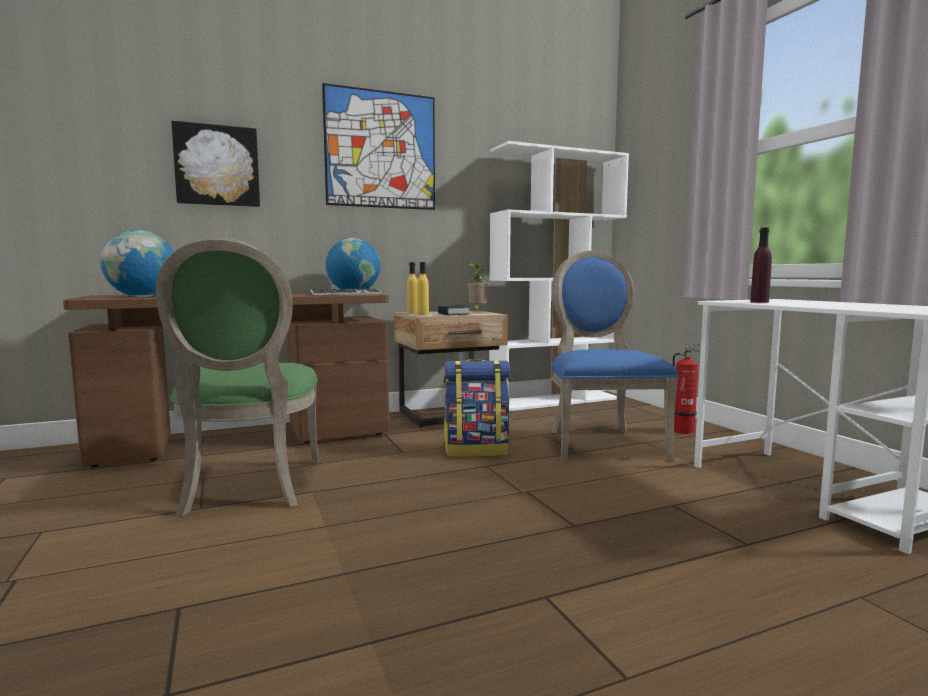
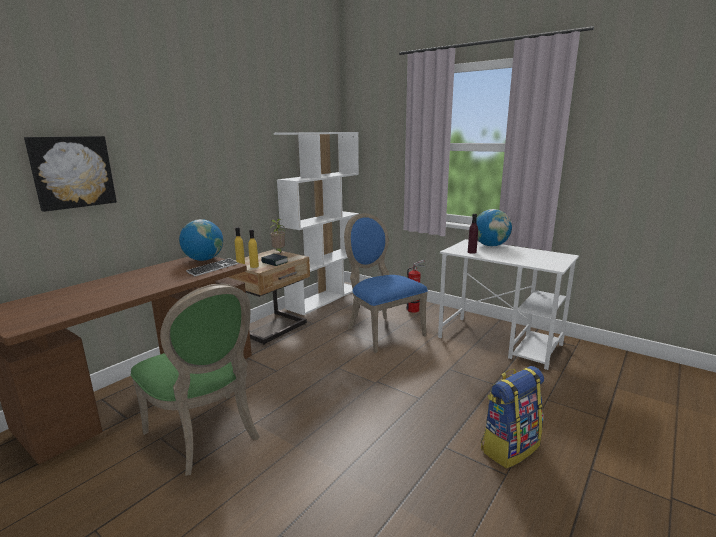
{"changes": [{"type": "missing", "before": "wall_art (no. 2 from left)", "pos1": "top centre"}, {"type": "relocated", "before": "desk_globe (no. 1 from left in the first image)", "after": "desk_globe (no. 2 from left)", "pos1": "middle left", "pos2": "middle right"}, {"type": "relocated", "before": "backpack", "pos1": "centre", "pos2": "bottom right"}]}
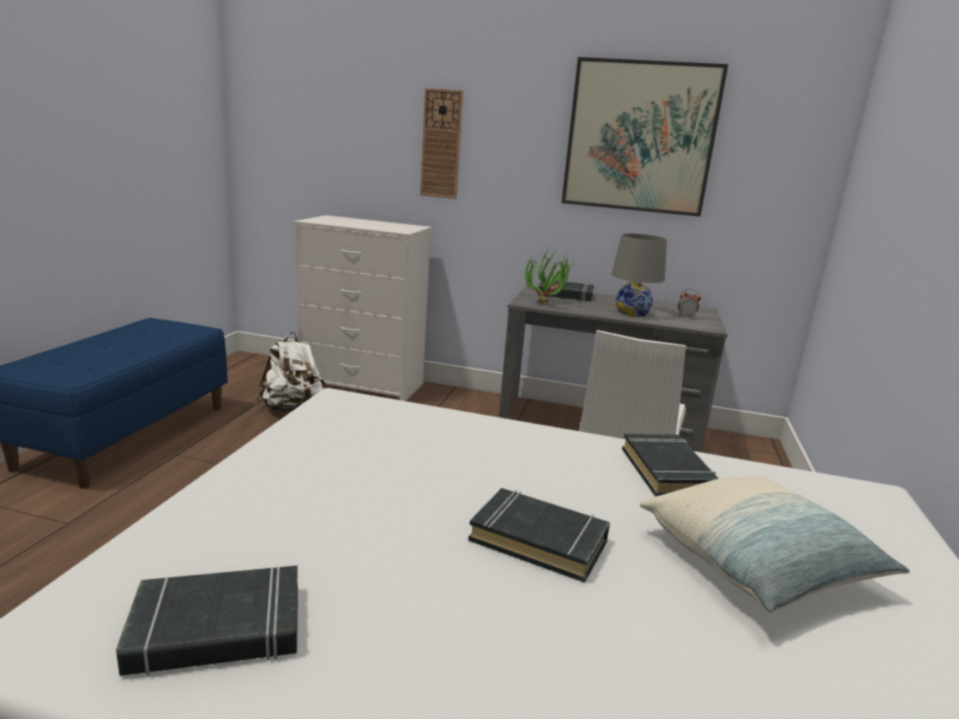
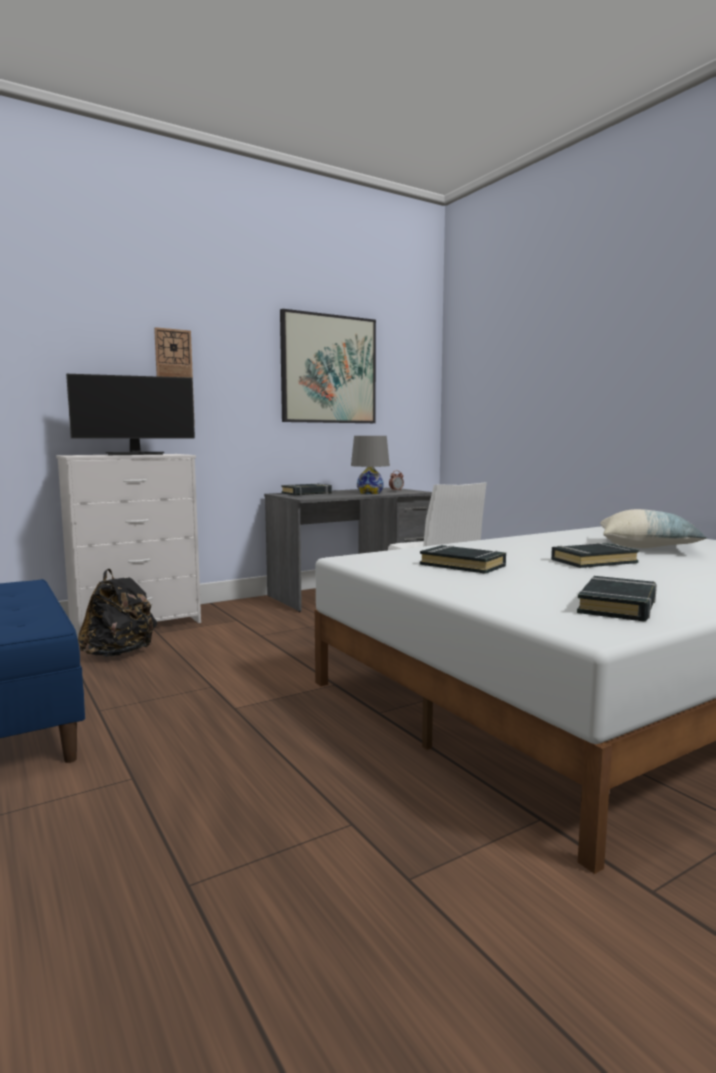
{"changes": [{"type": "missing", "before": "houseplant", "pos1": "centre"}, {"type": "appeared", "after": "computer_screen", "pos2": "middle left"}, {"type": "relocated", "before": "black_bound_book (no. 4 from left in the first image)", "after": "black_bound_book (no. 2 from left)", "pos1": "middle right", "pos2": "centre"}, {"type": "colour", "before": "white-coloured_backpack", "after": "black_backpack", "pos1": "middle left", "pos2": "middle left"}]}
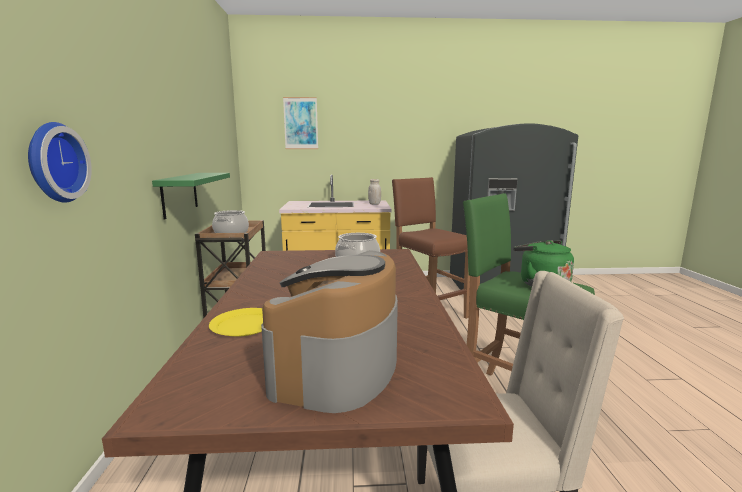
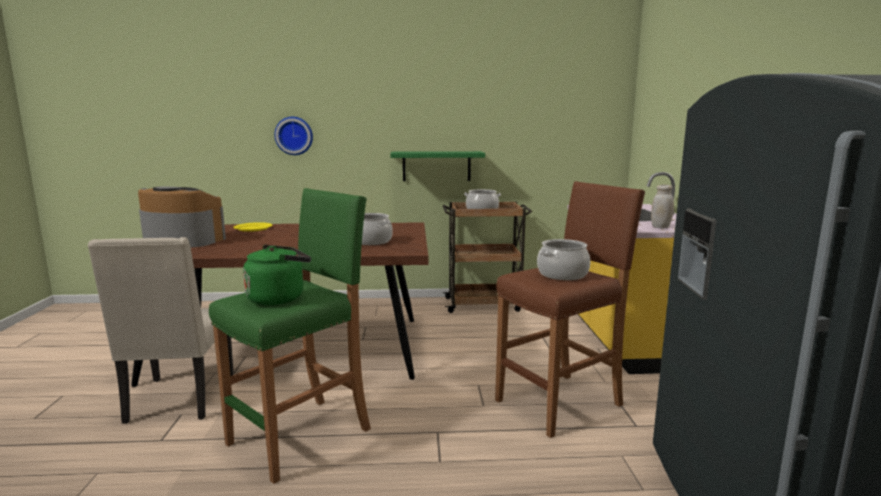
{"changes": [{"type": "missing", "before": "wall_art", "pos1": "top centre"}, {"type": "appeared", "after": "cooking_pot (no. 3 from left)", "pos2": "centre"}]}
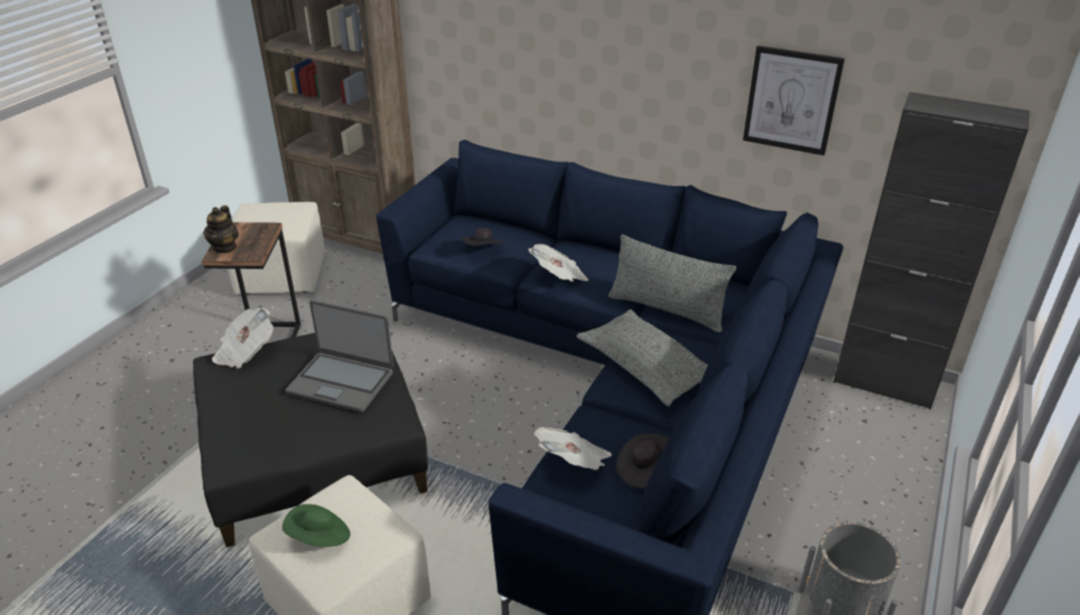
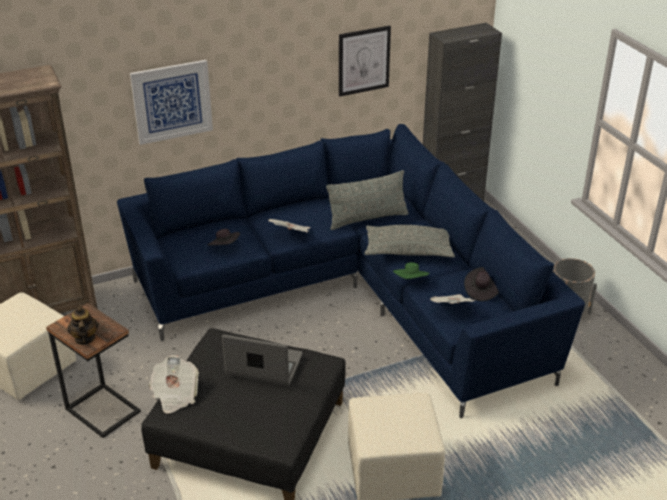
{"changes": [{"type": "appeared", "after": "wall_art (no. 1 from left)", "pos2": "top left"}, {"type": "relocated", "before": "green_clothing_hat", "pos1": "bottom left", "pos2": "centre"}, {"type": "spun", "before": "pot_for_tea", "pos1": "middle left", "pos2": "middle left", "turn": -150}, {"type": "spun", "before": "laptop", "pos1": "middle left", "pos2": "bottom centre", "turn": -135}]}
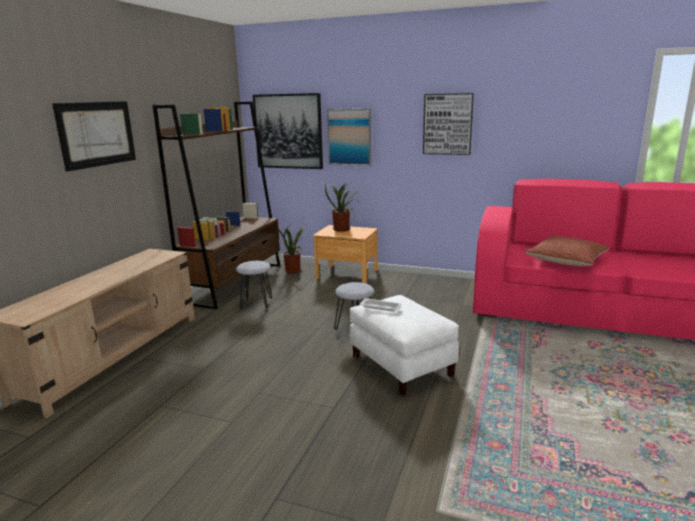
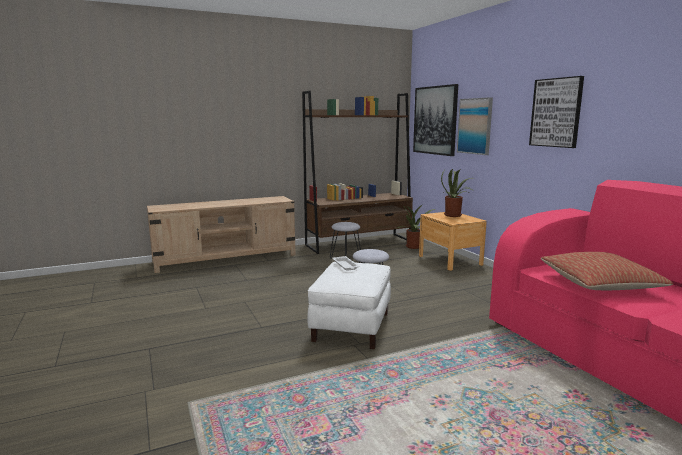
{"changes": [{"type": "missing", "before": "wall_art (no. 1 from left)", "pos1": "top left"}]}
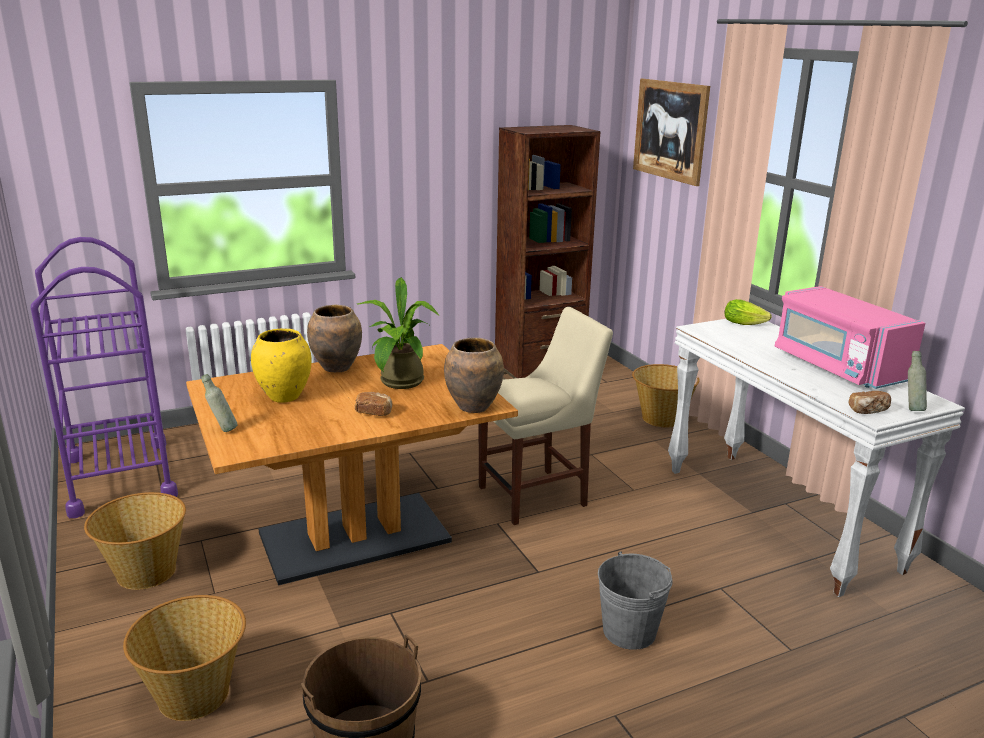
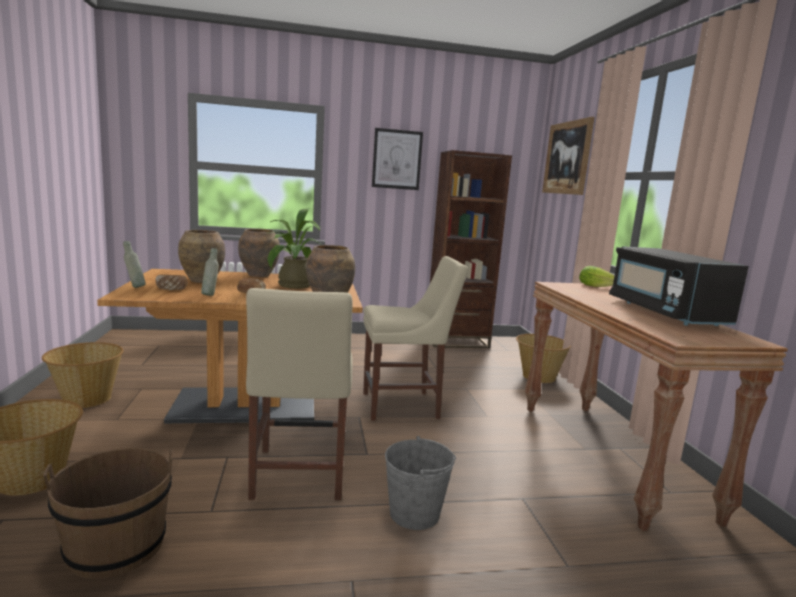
{"changes": [{"type": "missing", "before": "purple_cart", "pos1": "middle left"}, {"type": "appeared", "after": "beige_chair (no. 1 from left)", "pos2": "centre"}, {"type": "appeared", "after": "wall_art (no. 1 from left)", "pos2": "top centre"}, {"type": "relocated", "before": "bakery_bread (no. 2 from left in the first image)", "after": "bakery_bread (no. 1 from left)", "pos1": "middle right", "pos2": "middle left"}, {"type": "relocated", "before": "gray_beverage_bottle (no. 2 from left)", "pos1": "middle right", "pos2": "middle left"}, {"type": "colour", "before": "yellowish_vase", "after": "brownish_vase (no. 1 from left)", "pos1": "middle left", "pos2": "middle left"}, {"type": "colour", "before": "white-coloured_narrow_table", "after": "brownish_narrow_table", "pos1": "middle right", "pos2": "bottom right"}, {"type": "colour", "before": "pink_microwave_oven", "after": "black_microwave_oven", "pos1": "middle right", "pos2": "middle right"}]}
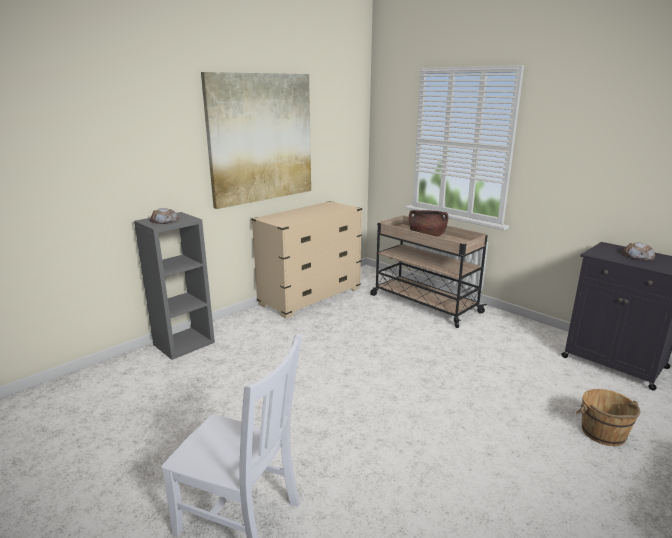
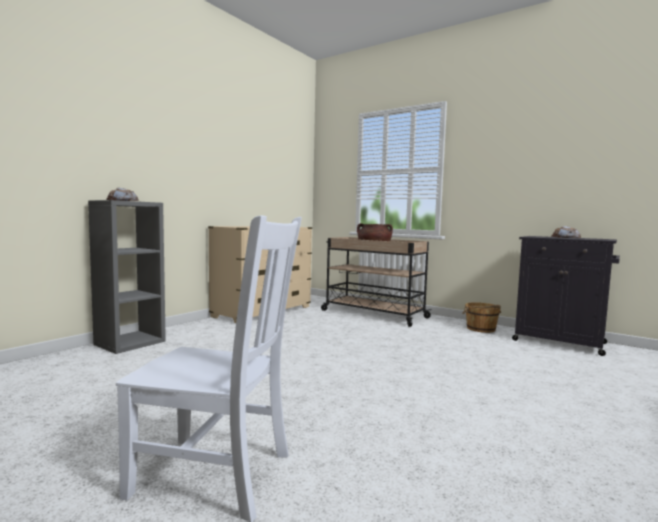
{"changes": [{"type": "missing", "before": "wall_art", "pos1": "top centre"}, {"type": "relocated", "before": "brownish_water_bucket", "pos1": "bottom right", "pos2": "middle right"}]}
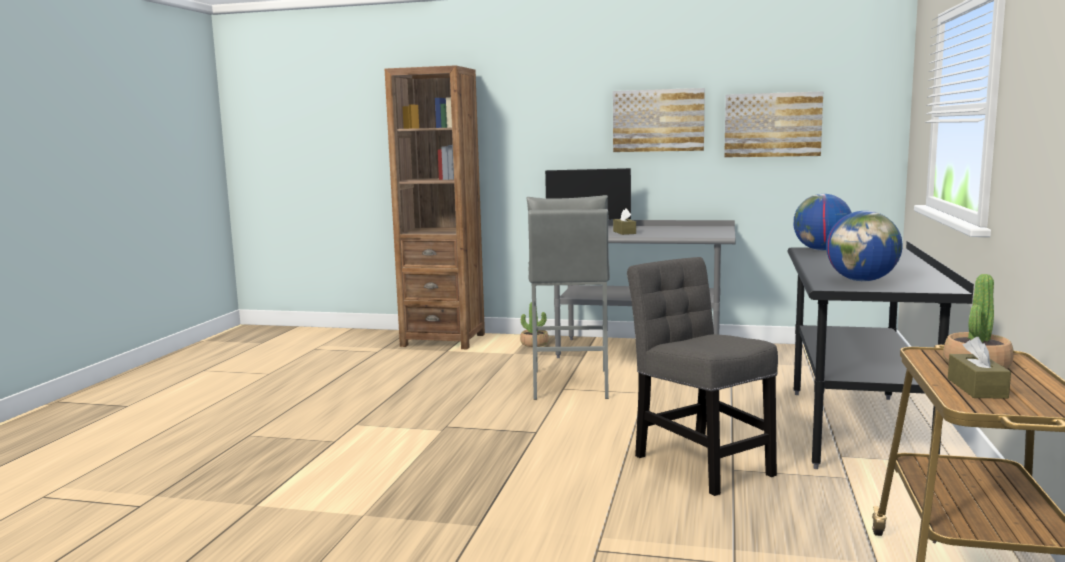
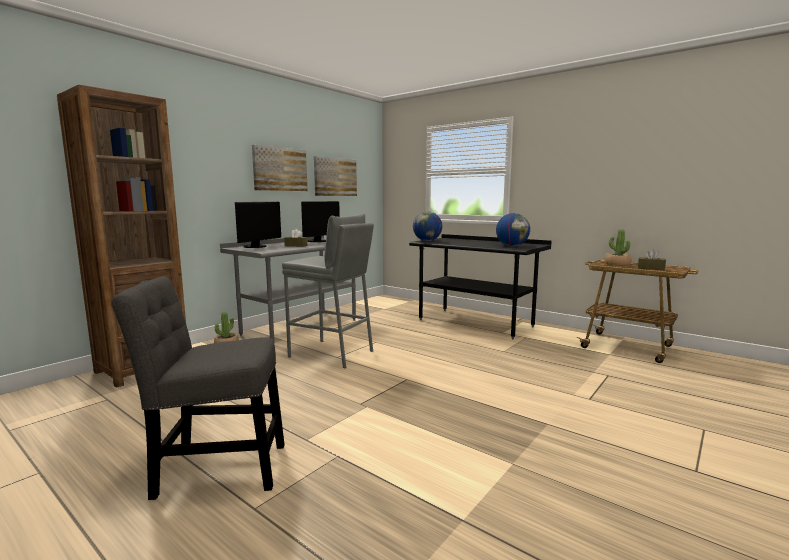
{"changes": [{"type": "appeared", "after": "computer_screen (no. 2 from left)", "pos2": "centre"}, {"type": "relocated", "before": "gray_chair", "pos1": "bottom centre", "pos2": "bottom left"}]}
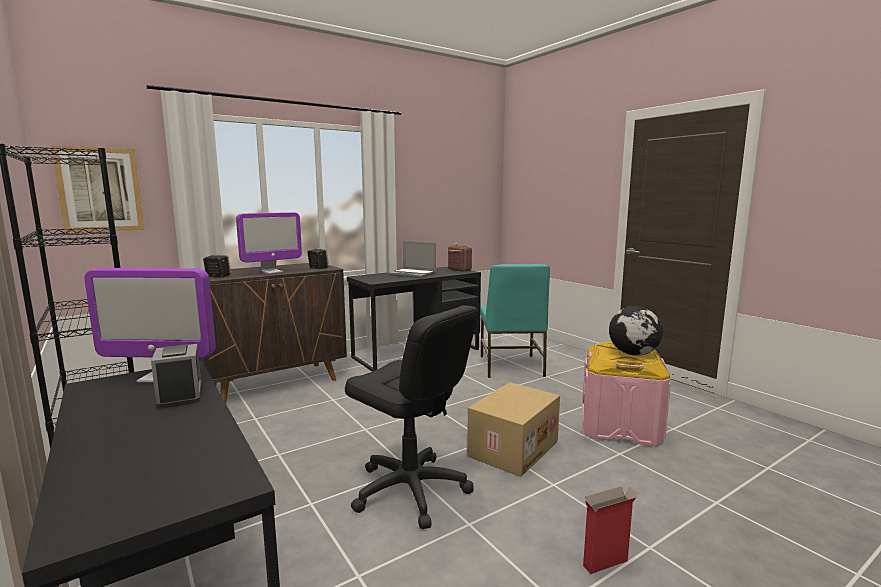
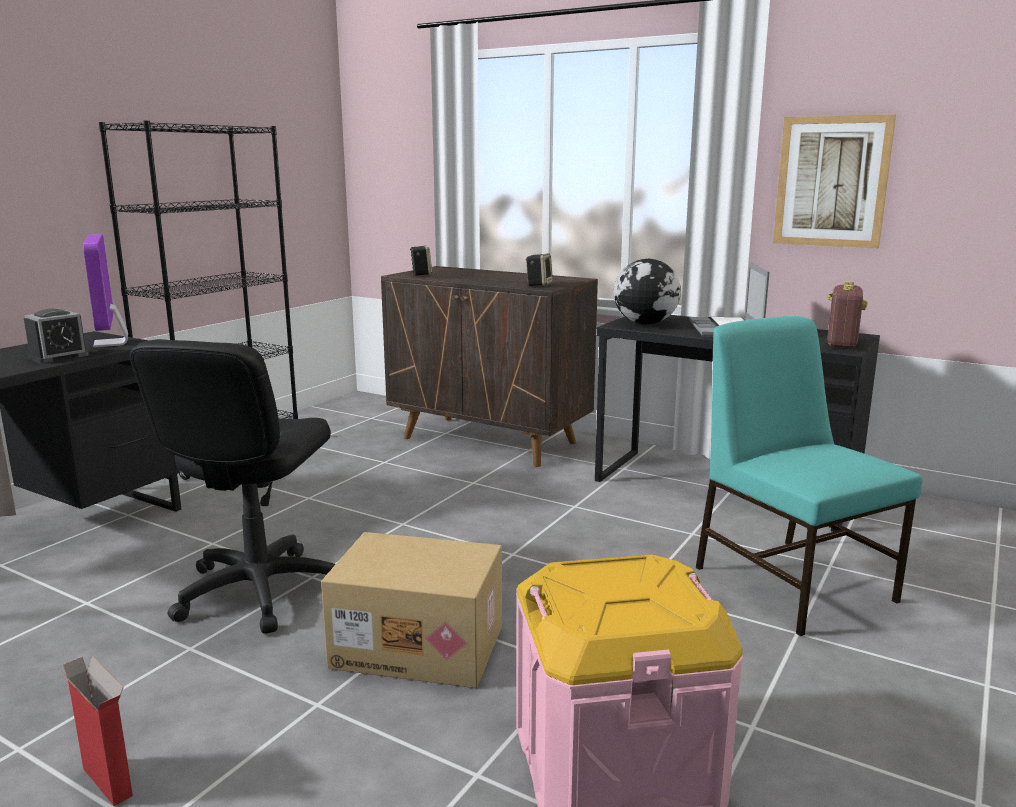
{"changes": [{"type": "missing", "before": "computer_screen (no. 2 from left)", "pos1": "middle left"}, {"type": "relocated", "before": "wall_art", "pos1": "top left", "pos2": "top right"}, {"type": "relocated", "before": "desk_globe", "pos1": "middle right", "pos2": "centre"}, {"type": "spun", "before": "blue-green_chair", "pos1": "centre", "pos2": "middle right", "turn": 90}]}
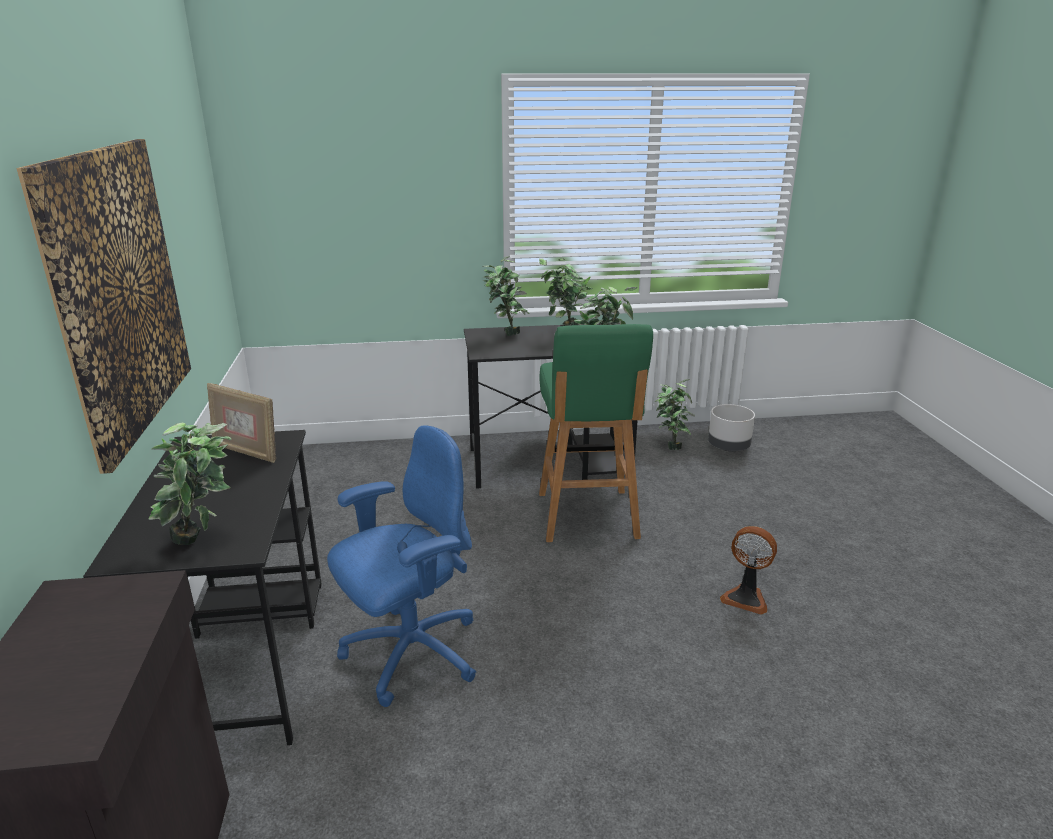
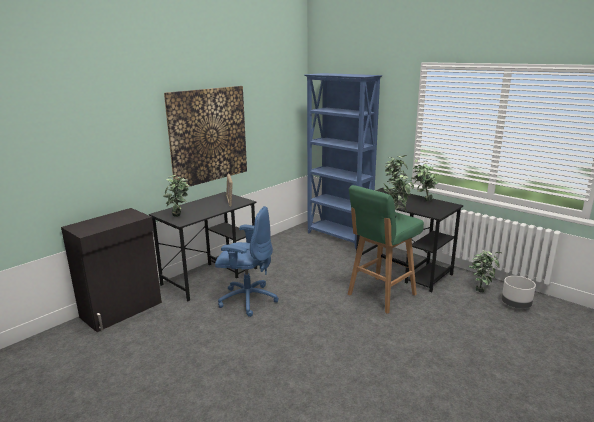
{"changes": [{"type": "missing", "before": "fan", "pos1": "bottom right"}, {"type": "appeared", "after": "bluish_bookcase", "pos2": "centre"}]}
